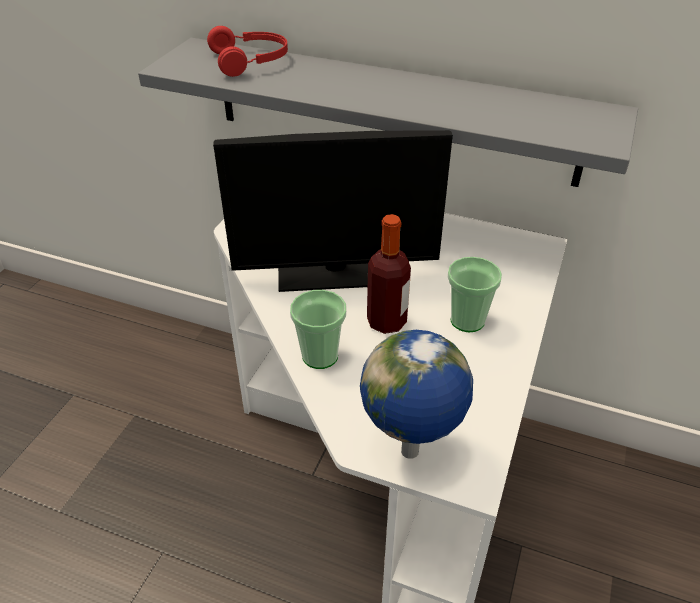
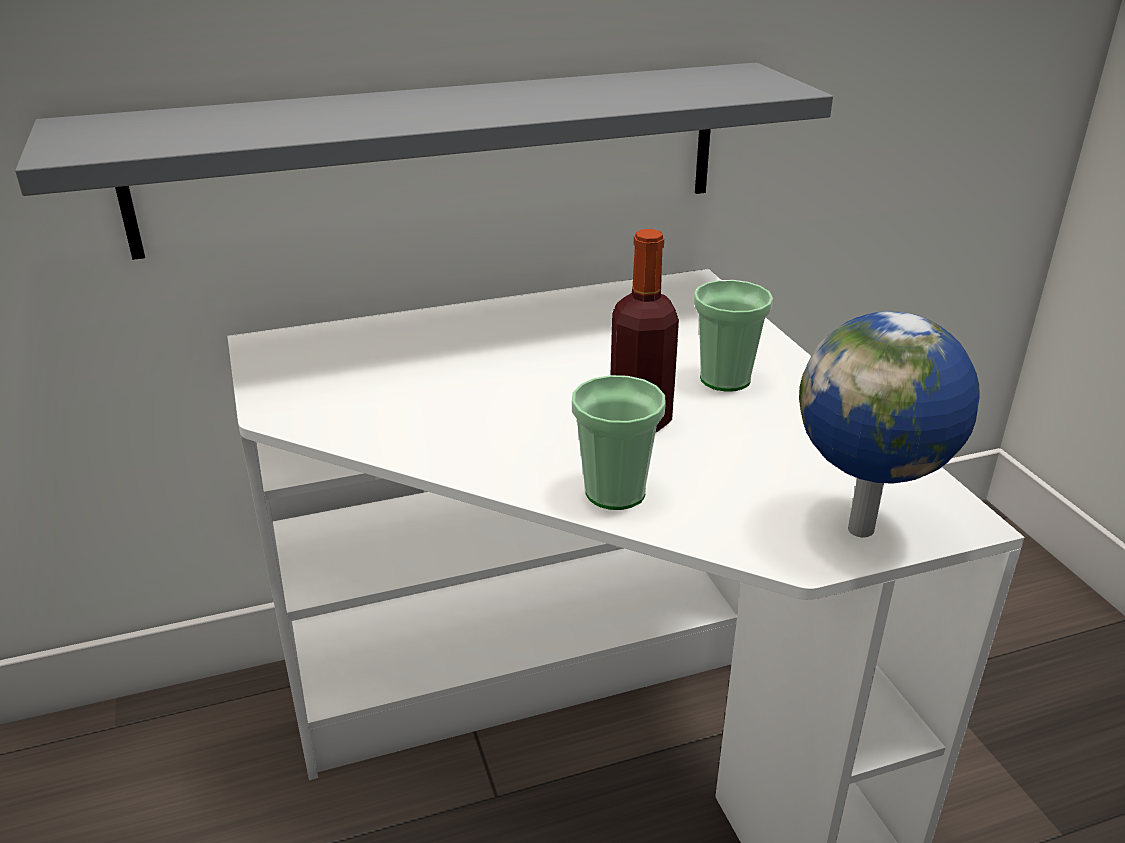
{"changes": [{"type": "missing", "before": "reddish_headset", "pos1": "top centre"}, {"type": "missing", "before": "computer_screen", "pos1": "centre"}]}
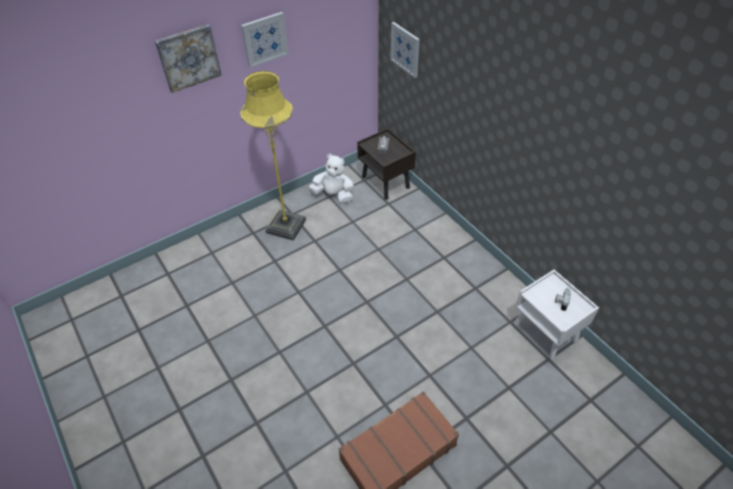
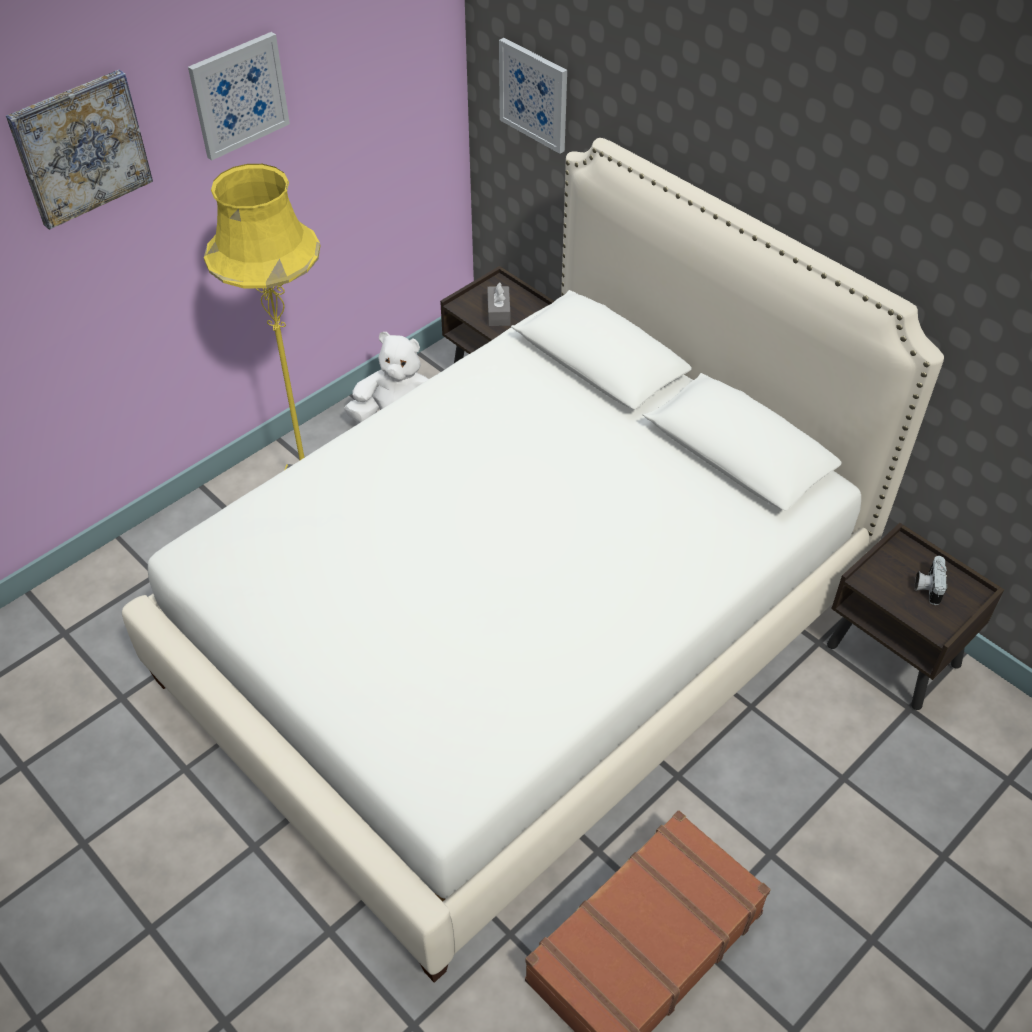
{"changes": [{"type": "appeared", "after": "white-coloured_bedroom_bed", "pos2": "centre"}, {"type": "colour", "before": "white-coloured_nightstand", "after": "brownish_nightstand (no. 2 from left)", "pos1": "middle right", "pos2": "middle right"}]}
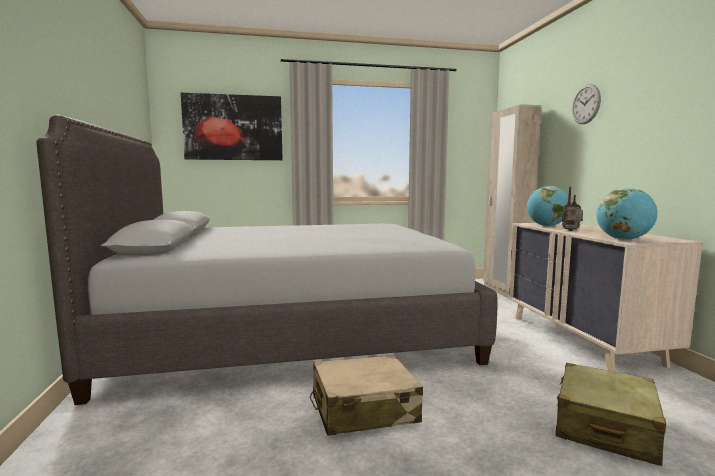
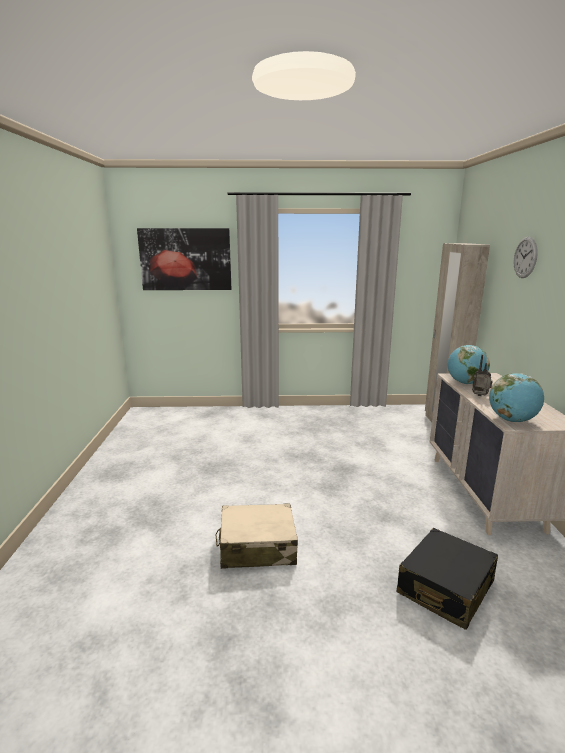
{"changes": [{"type": "missing", "before": "gray_bedroom_bed", "pos1": "centre"}, {"type": "colour", "before": "beige_piece_of_luggage (no. 2 from left)", "after": "black_piece_of_luggage", "pos1": "bottom right", "pos2": "bottom right"}]}
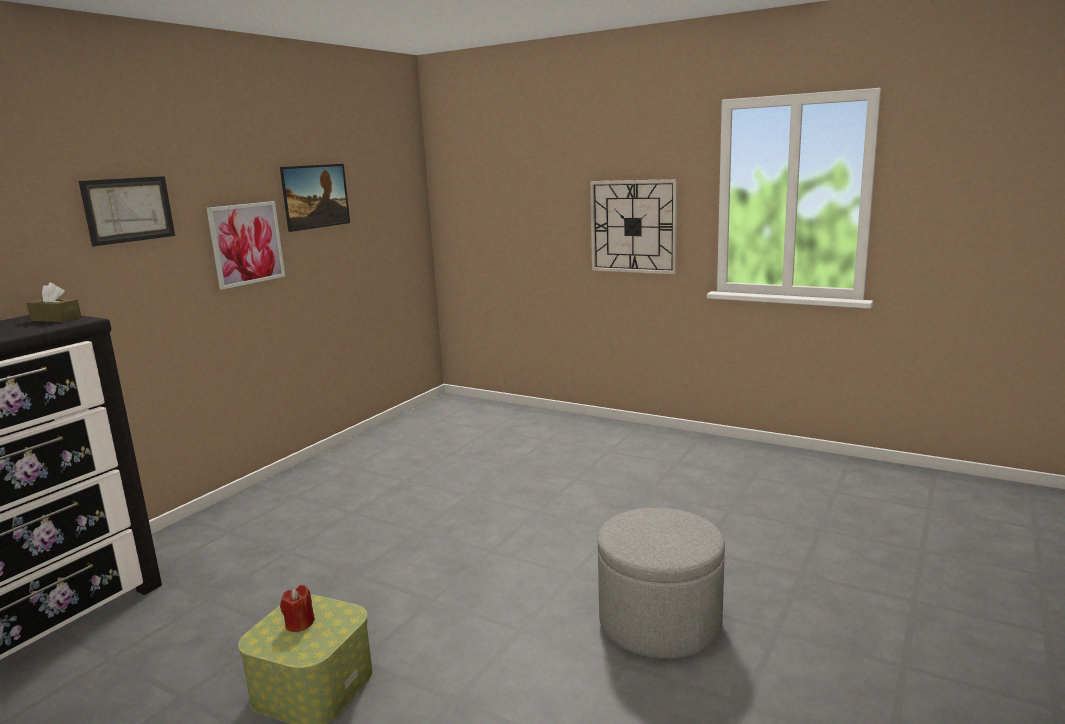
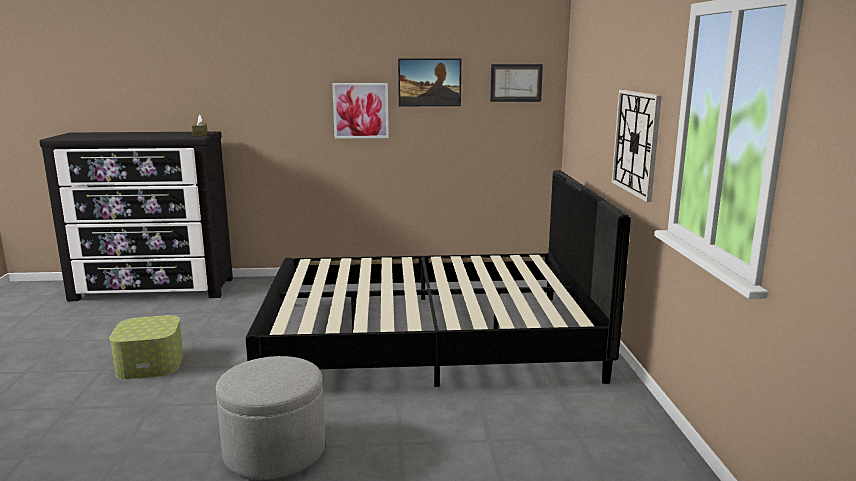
{"changes": [{"type": "missing", "before": "reddish_wax_candle", "pos1": "bottom left"}, {"type": "appeared", "after": "black_bedroom_bed", "pos2": "centre"}, {"type": "relocated", "before": "wall_art (no. 1 from left in the first image)", "after": "wall_art (no. 3 from left)", "pos1": "top left", "pos2": "top centre"}]}
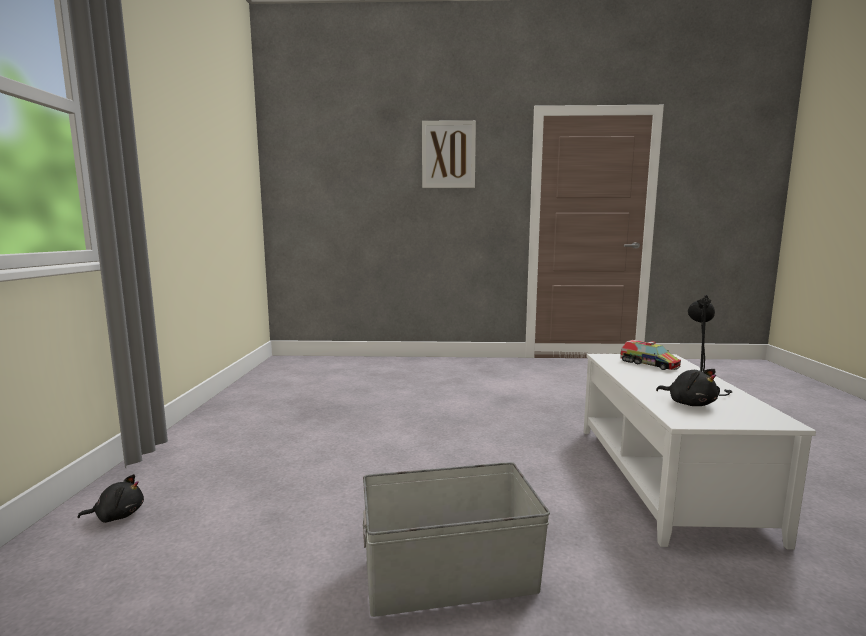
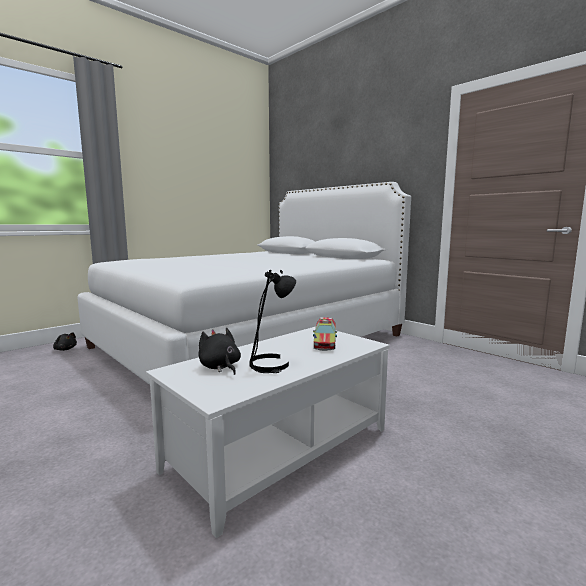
{"changes": [{"type": "missing", "before": "gray_storage_container", "pos1": "bottom centre"}, {"type": "missing", "before": "wall_art", "pos1": "top centre"}, {"type": "appeared", "after": "white-coloured_bedroom_bed", "pos2": "centre"}, {"type": "spun", "before": "black_plush_toy (no. 2 from left)", "pos1": "middle right", "pos2": "centre", "turn": 135}]}
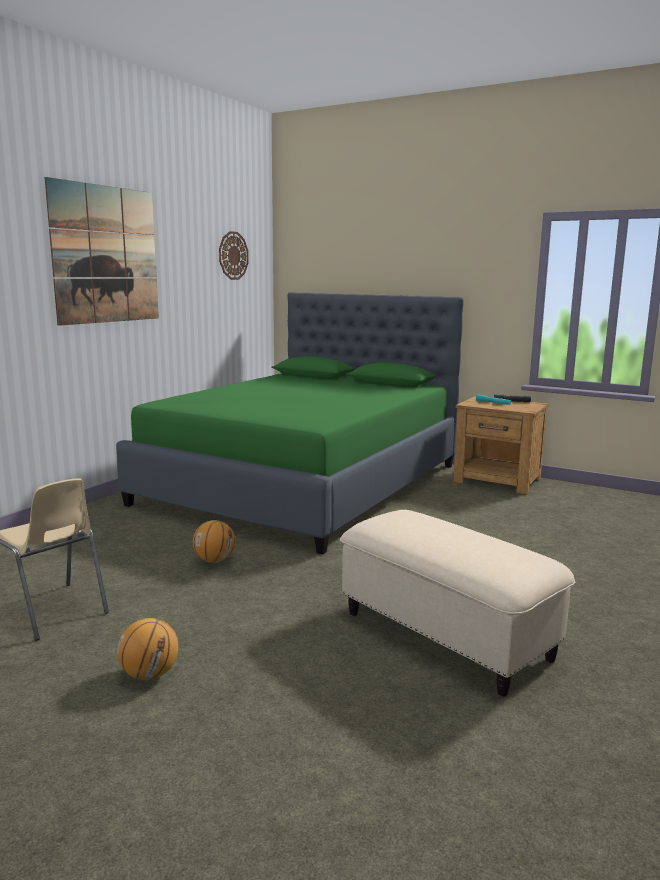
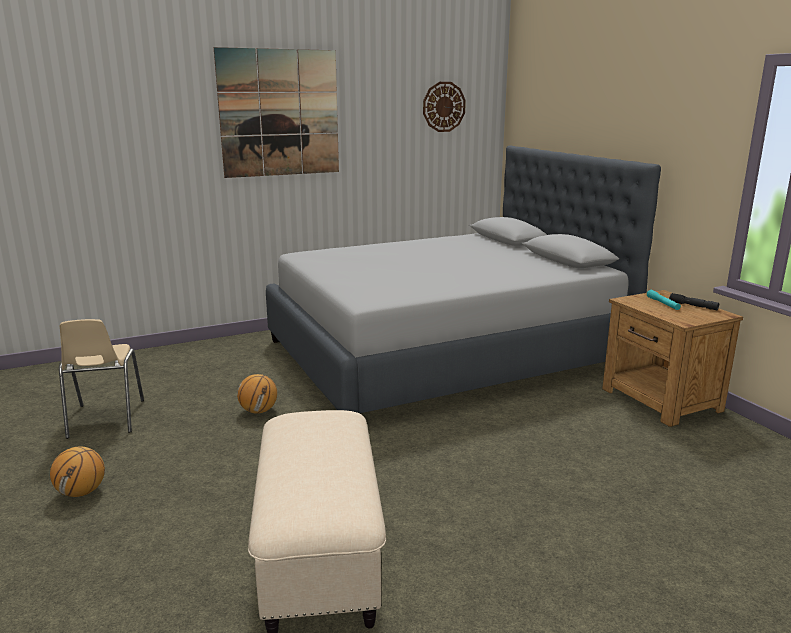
{"changes": [{"type": "colour", "before": "green_bedroom_bed", "after": "gray_bedroom_bed", "pos1": "centre", "pos2": "centre"}]}
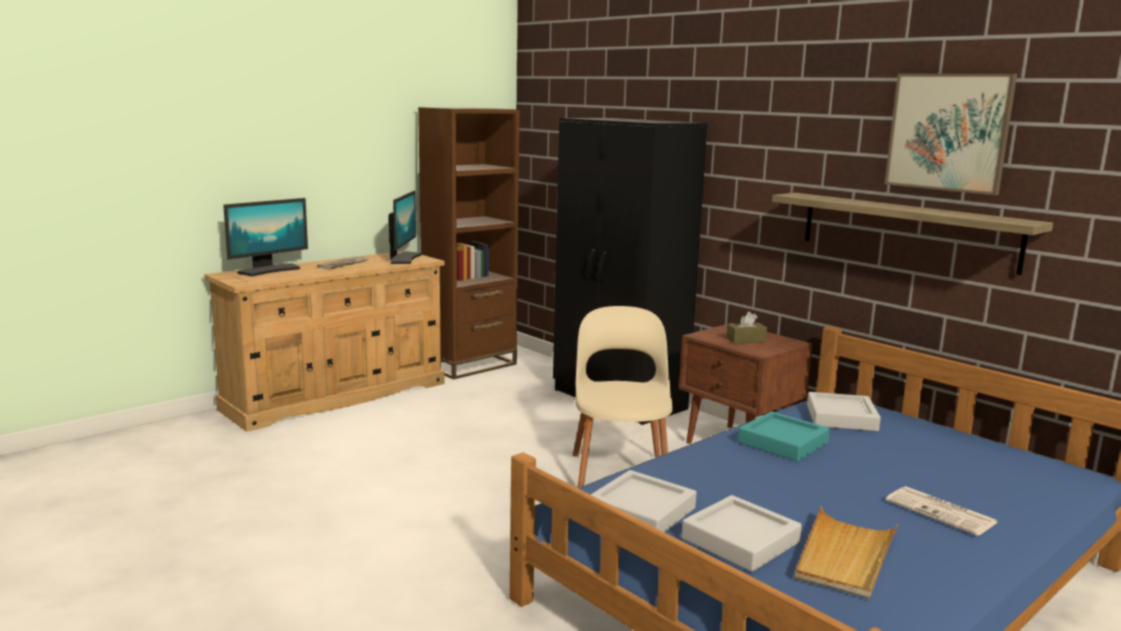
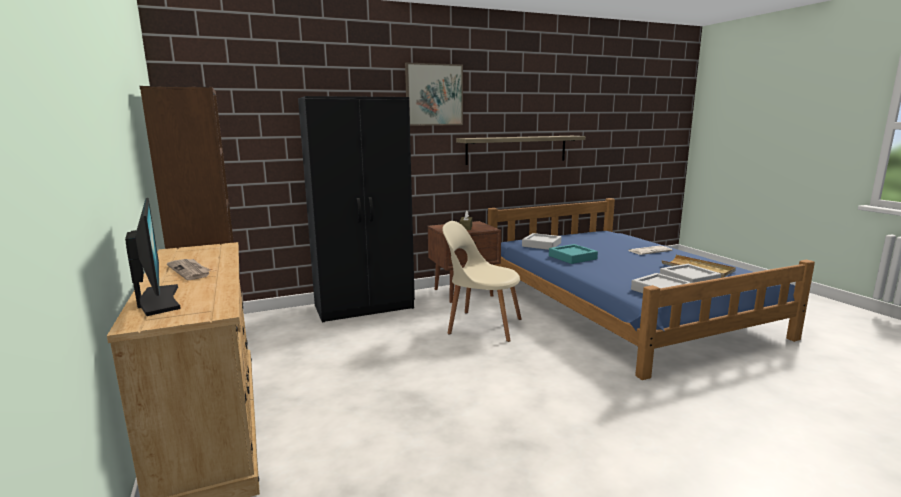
{"changes": [{"type": "missing", "before": "computer_screen (no. 2 from left)", "pos1": "centre"}, {"type": "relocated", "before": "wall_art", "pos1": "top right", "pos2": "top centre"}]}
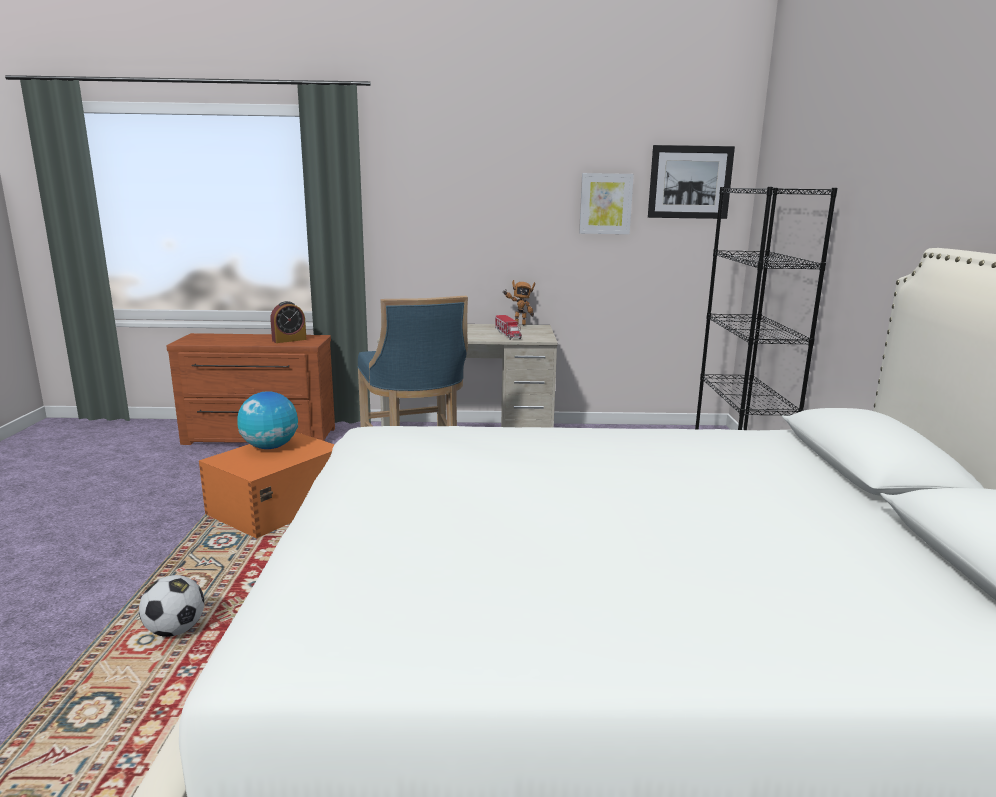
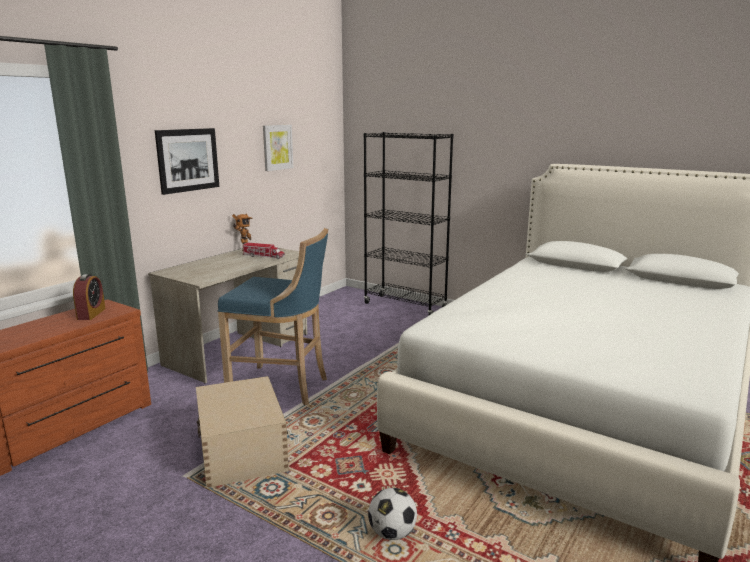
{"changes": [{"type": "missing", "before": "desk_globe", "pos1": "middle left"}, {"type": "relocated", "before": "wall_art (no. 2 from left in the first image)", "after": "wall_art (no. 1 from left)", "pos1": "top right", "pos2": "top left"}, {"type": "colour", "before": "orange-coloured_storage_container", "after": "beige_storage_container", "pos1": "middle left", "pos2": "bottom left"}]}
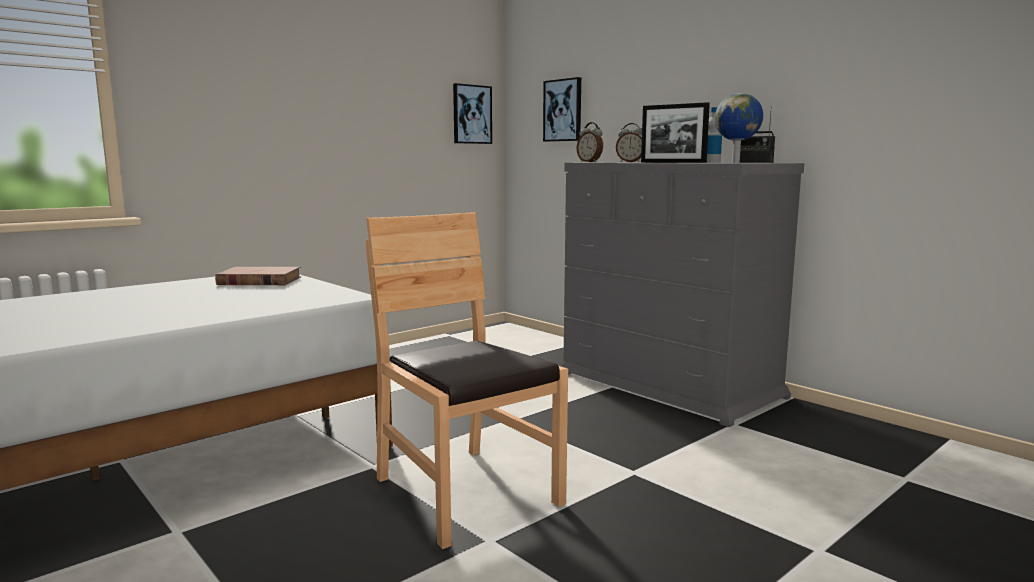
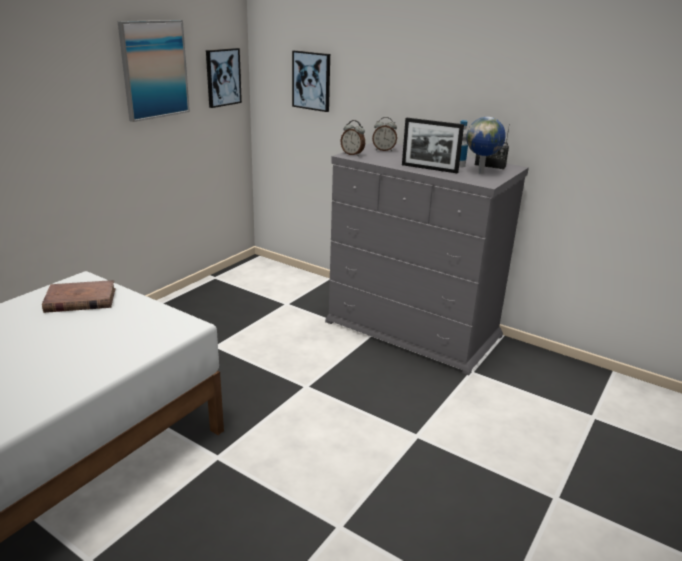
{"changes": [{"type": "missing", "before": "brownish_chair", "pos1": "centre"}, {"type": "appeared", "after": "wall_art (no. 1 from left)", "pos2": "top left"}]}
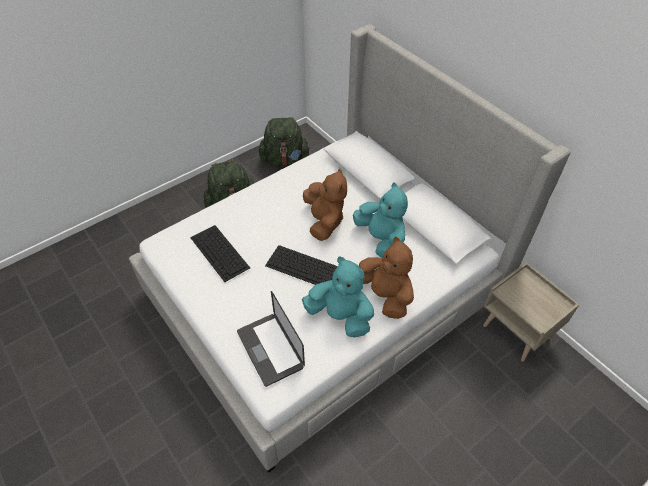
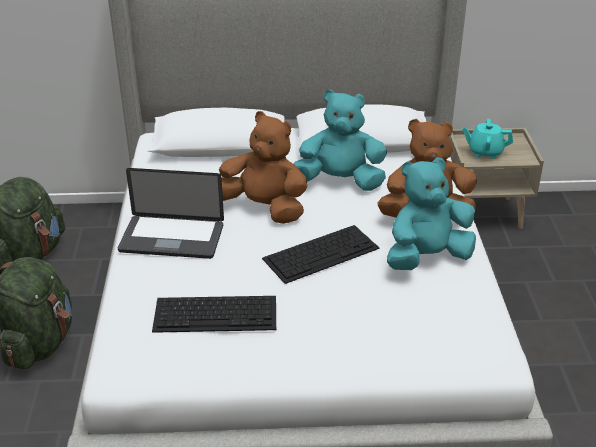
{"changes": [{"type": "appeared", "after": "blue-green_pot_for_tea", "pos2": "top right"}, {"type": "relocated", "before": "laptop", "pos1": "bottom centre", "pos2": "middle left"}]}
